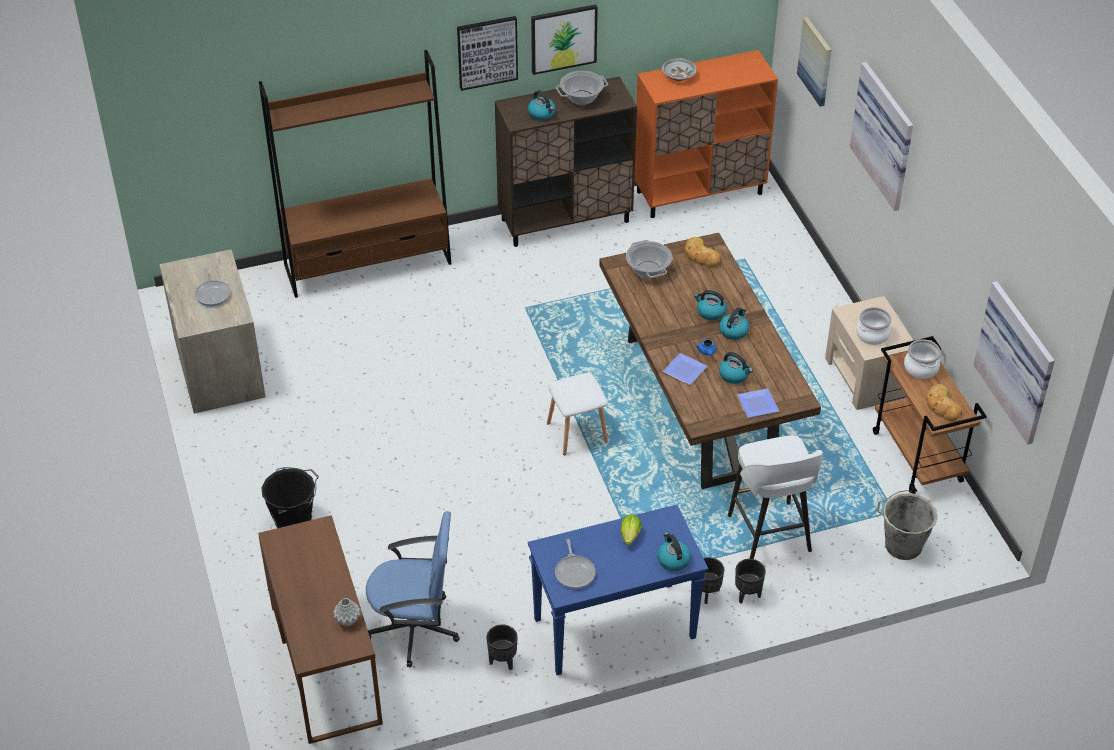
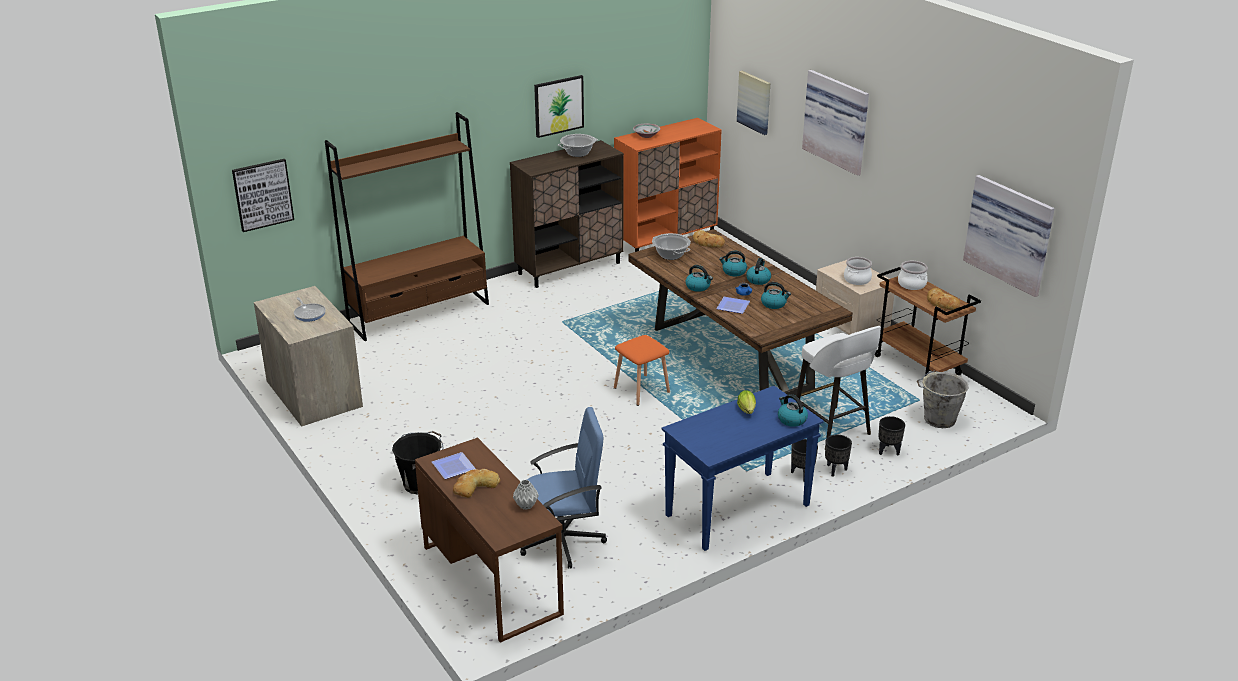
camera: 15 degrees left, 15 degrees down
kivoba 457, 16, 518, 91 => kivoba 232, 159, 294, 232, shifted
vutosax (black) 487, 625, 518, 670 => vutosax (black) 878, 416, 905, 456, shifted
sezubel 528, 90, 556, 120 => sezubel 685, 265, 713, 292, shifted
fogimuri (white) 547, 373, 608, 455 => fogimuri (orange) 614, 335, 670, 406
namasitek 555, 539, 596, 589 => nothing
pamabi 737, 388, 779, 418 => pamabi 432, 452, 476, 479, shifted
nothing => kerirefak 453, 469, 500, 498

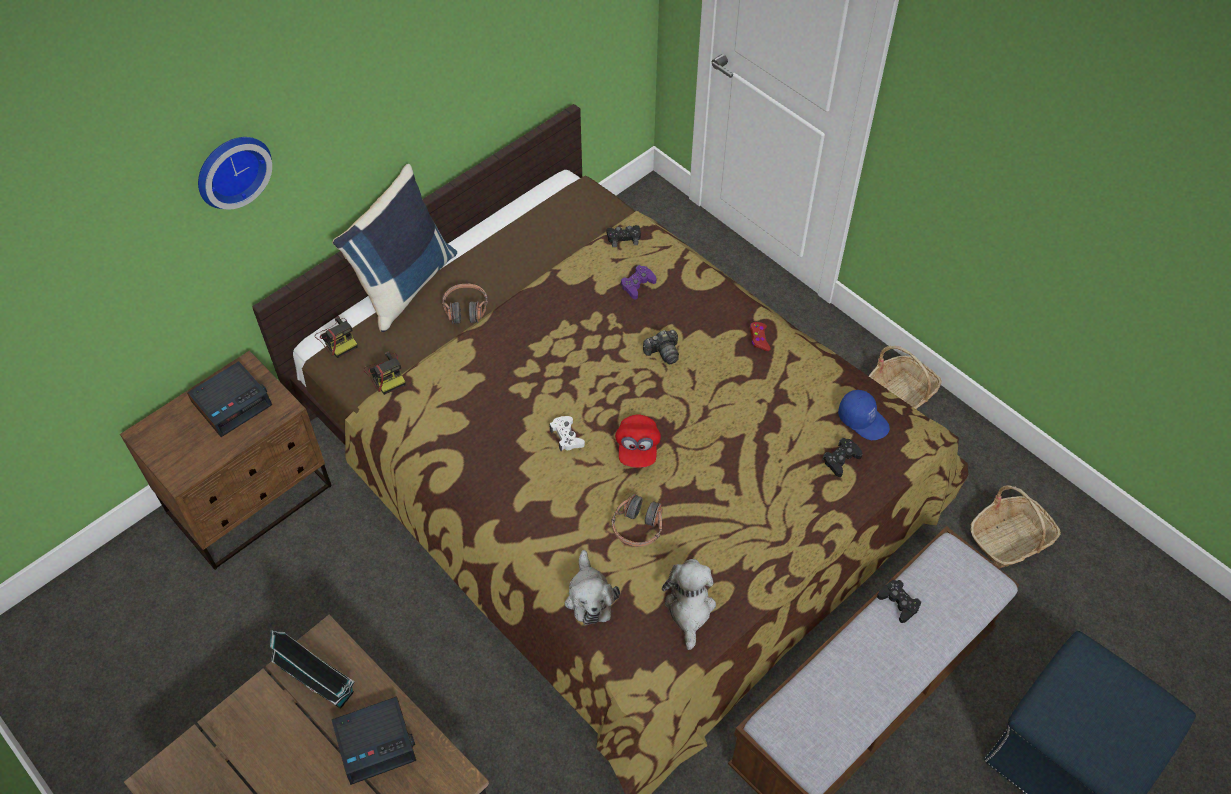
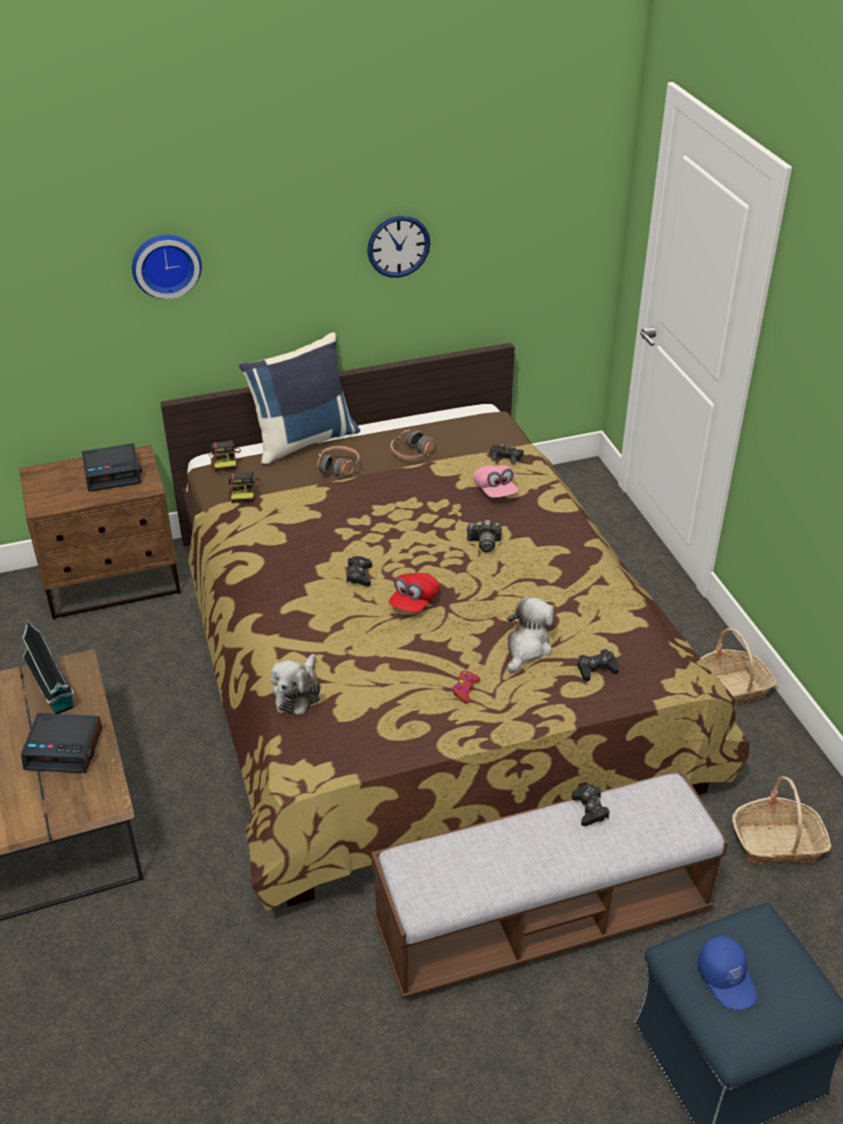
camera: 25 degrees right, 15 degrees down
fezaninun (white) 550, 416, 585, 451 => fezaninun (black) 346, 556, 372, 586
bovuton 612, 494, 663, 547 => bovuton 391, 428, 435, 460, shifted
fezaninun (purple) 621, 265, 656, 299 => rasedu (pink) 473, 466, 518, 498
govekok 662, 559, 716, 650 => govekok 507, 597, 554, 673, shifted
fezaninun (red) 750, 322, 771, 351 => fezaninun (red) 452, 670, 481, 704, shifted
rasedu (blue) 838, 390, 890, 440 => rasedu (blue) 698, 936, 757, 1010, shifted
nothing => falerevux 367, 216, 430, 278

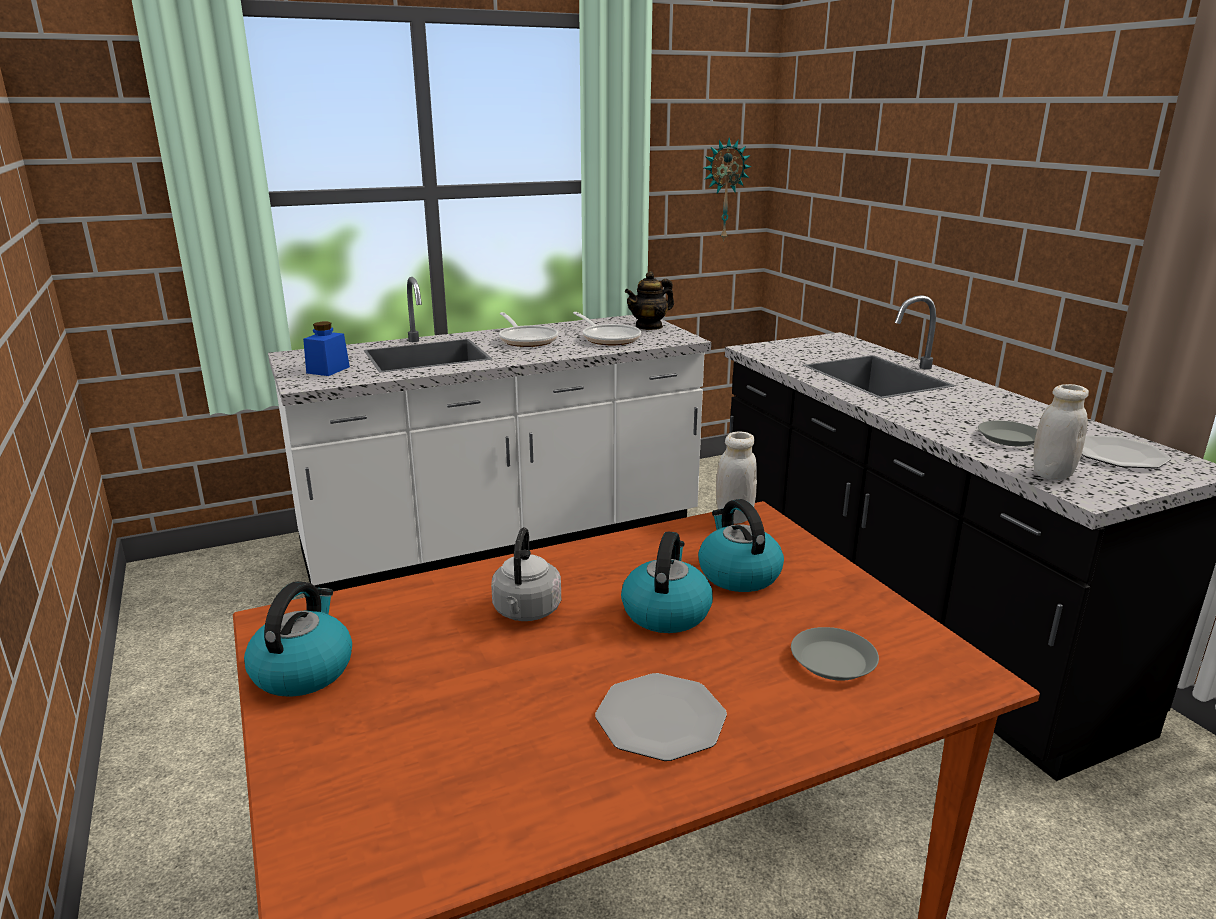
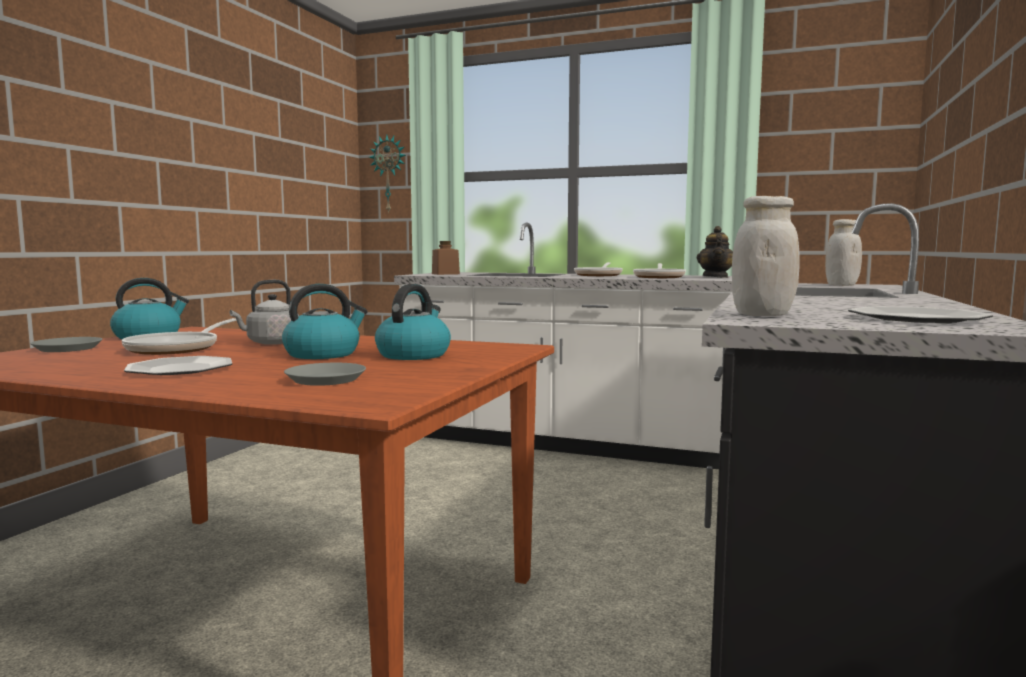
camera: 45 degrees right, 15 degrees down
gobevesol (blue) 303, 322, 350, 376 => gobevesol (brown) 432, 241, 460, 275
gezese 625, 271, 674, 330 => gezese 697, 226, 733, 278, 90 degrees counterclockwise
falerevux 704, 137, 751, 242 => falerevux 369, 135, 406, 213, shifted
gobevesol (white) 716, 431, 757, 524 => gobevesol (white) 825, 219, 862, 286, shifted
pamabi (grey) 978, 421, 1037, 446 => pamabi (grey) 30, 337, 102, 352, shifted
nothing => namasitek 122, 318, 236, 355

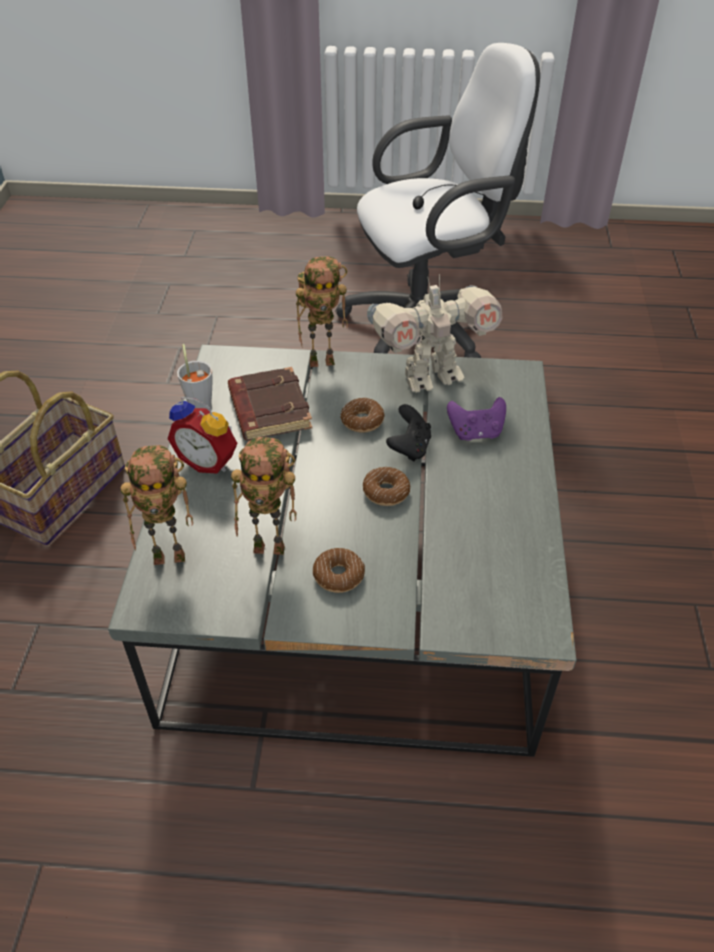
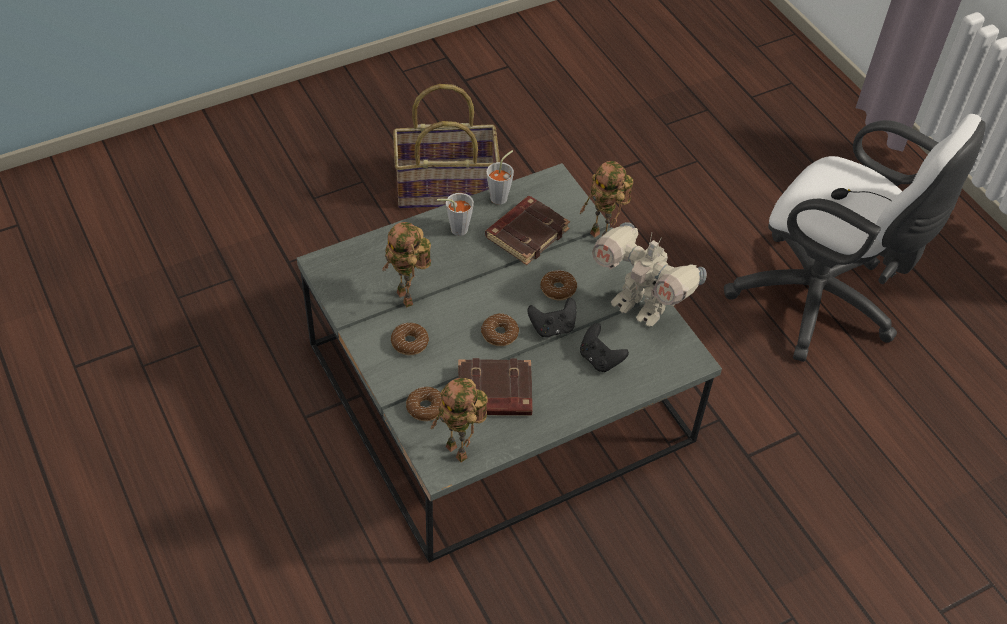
camera: 55 degrees right, 5 degrees up
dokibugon 121, 445, 193, 565 => dokibugon 430, 378, 488, 462, shifted
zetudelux 167, 397, 238, 473 => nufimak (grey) 437, 193, 474, 236
fezaninun (purple) 447, 397, 506, 441 => fezaninun (black) 580, 323, 629, 372
nothing => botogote 406, 387, 442, 421
nothing => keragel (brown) 458, 358, 532, 416

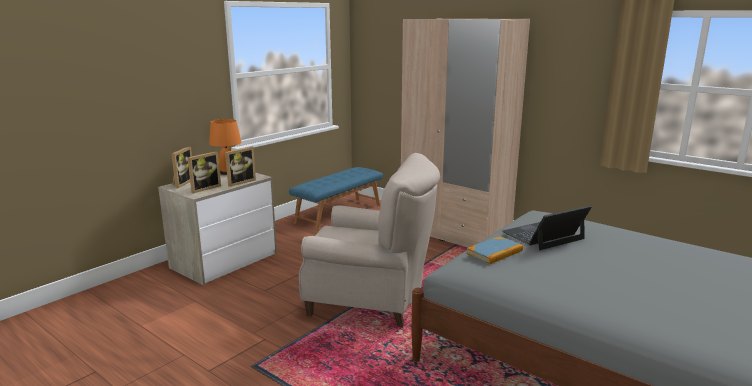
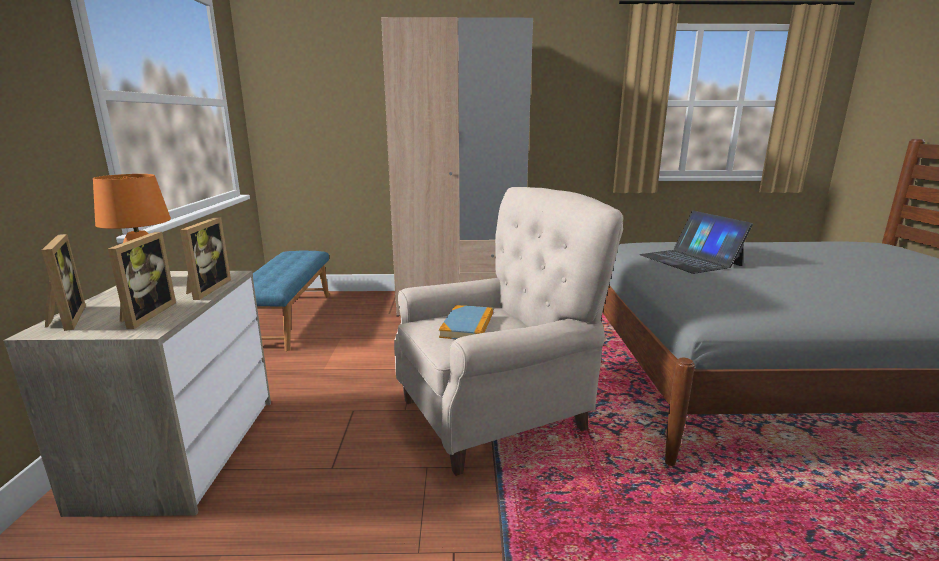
camera: 40 degrees left, 0 degrees up
keragel 466, 236, 523, 264 => keragel 439, 305, 493, 339, shifted
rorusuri 502, 205, 592, 250 => rorusuri 639, 211, 753, 274, 45 degrees counterclockwise

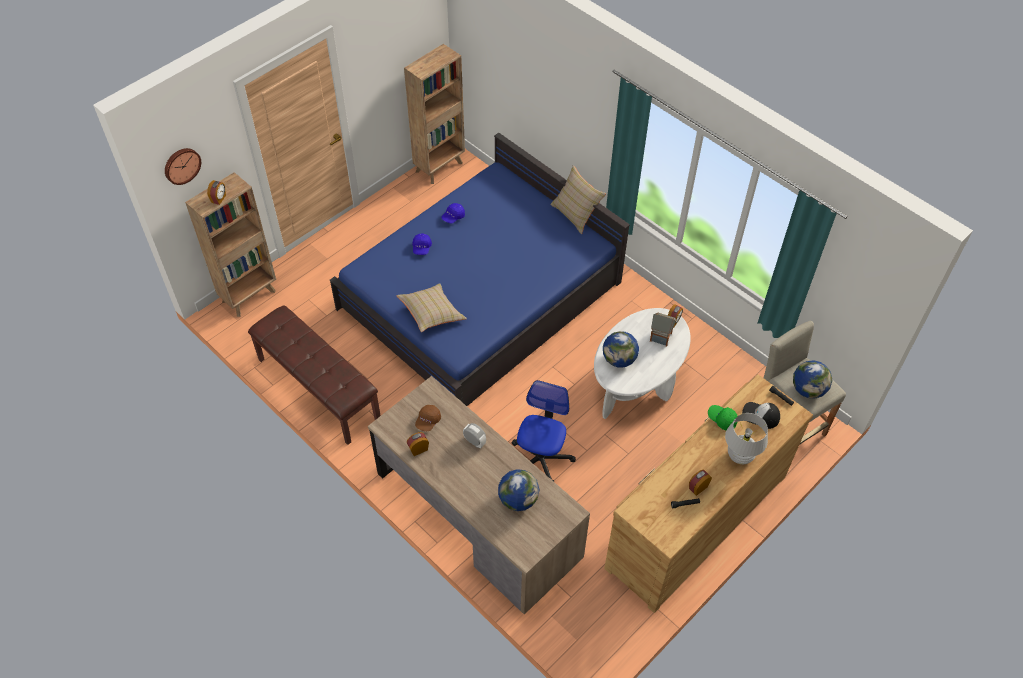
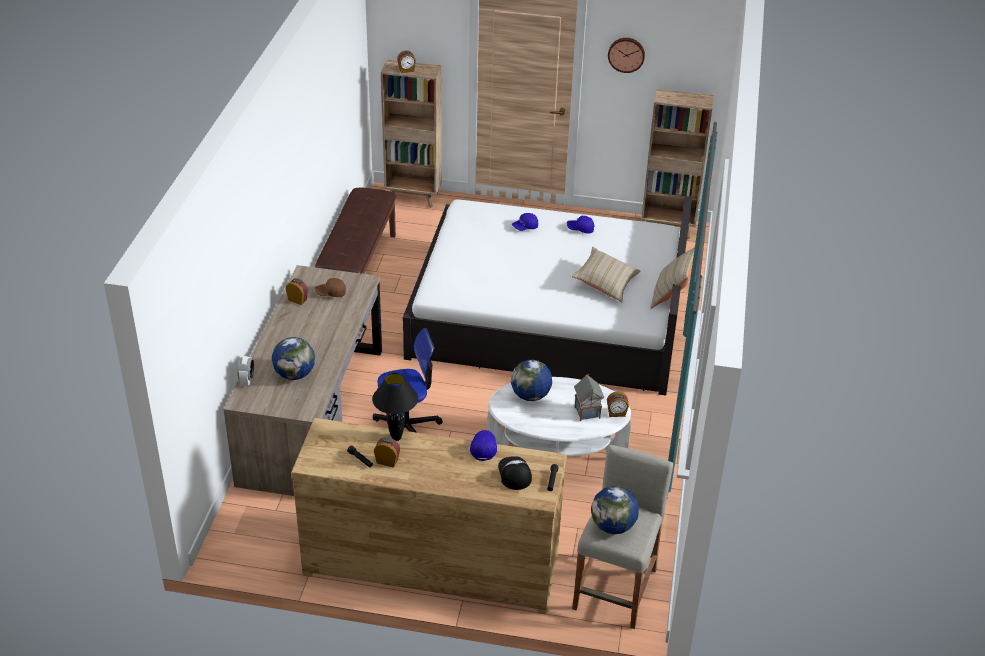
camera: 55 degrees right, 15 degrees down
falerevux 165, 148, 201, 185 => falerevux 608, 38, 645, 73, shifted
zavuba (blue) 330, 133, 630, 406 => zavuba (white) 403, 196, 692, 396
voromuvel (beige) 396, 283, 467, 332 => voromuvel (beige) 572, 247, 640, 302, shifted
zetudelux 463, 423, 486, 449 => zetudelux 237, 356, 254, 386, shifted
rasedu (green) 708, 405, 737, 430 => rasedu (blue) 470, 430, 497, 461
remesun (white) 725, 413, 768, 464 => nothing
nothing => remesun (black) 372, 373, 418, 441

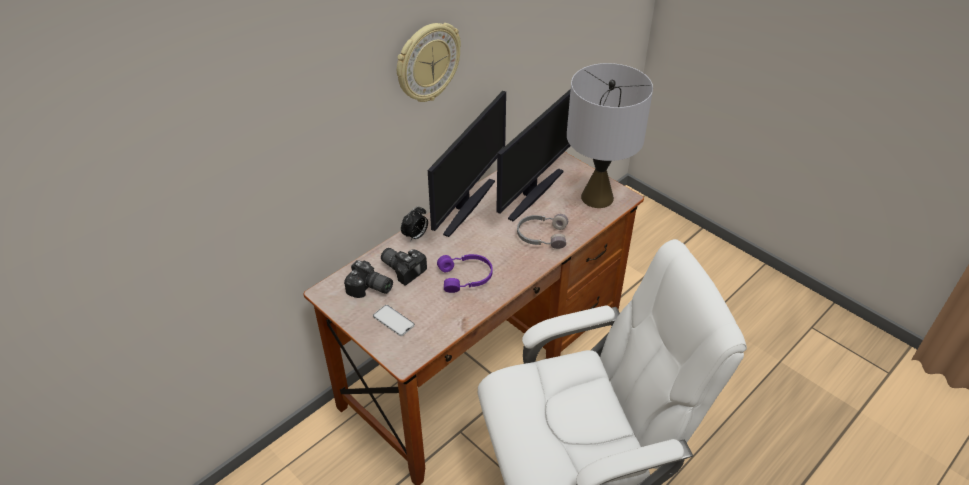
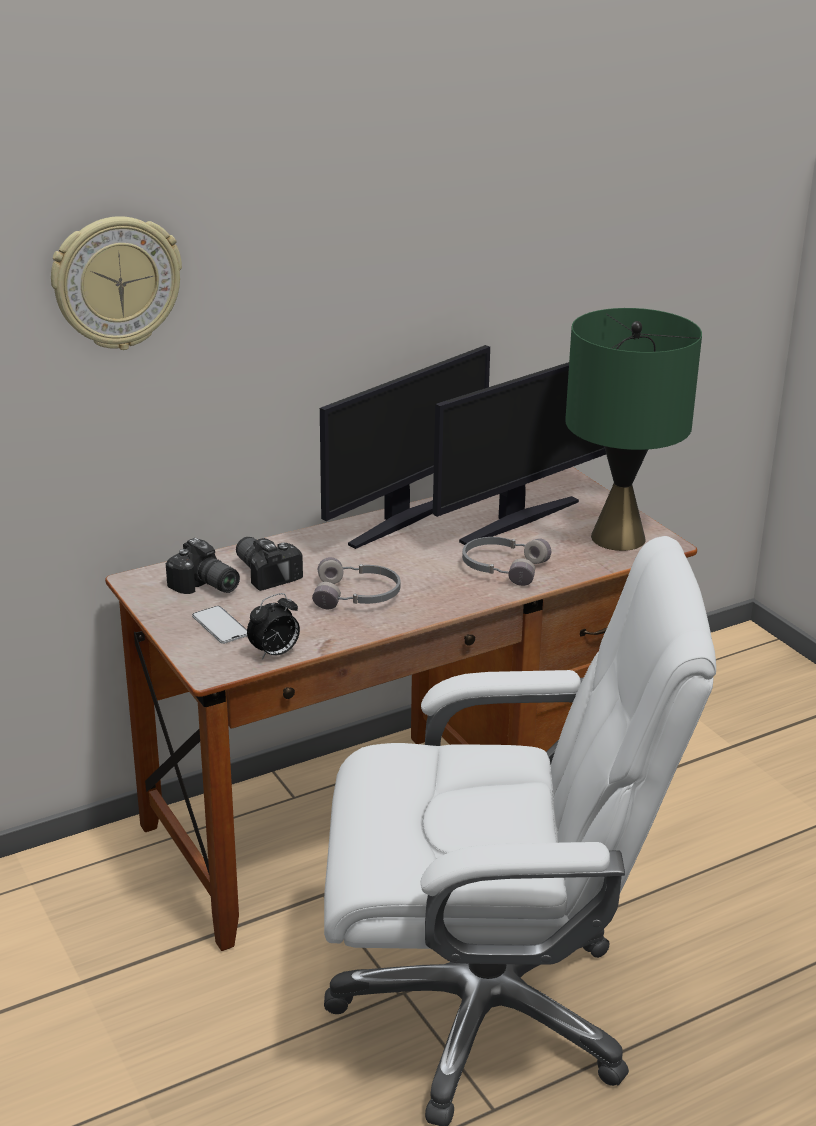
camera: 15 degrees right, 15 degrees down
falerevux 397, 23, 461, 102 => falerevux 51, 216, 182, 350, shifted
zetudelux 401, 206, 428, 242 => zetudelux 247, 593, 300, 660, shifted
bovuton (purple) 437, 254, 493, 293 => bovuton (grey) 312, 557, 400, 609
remesun (grey) 567, 63, 653, 208 => remesun (green) 565, 308, 702, 551

